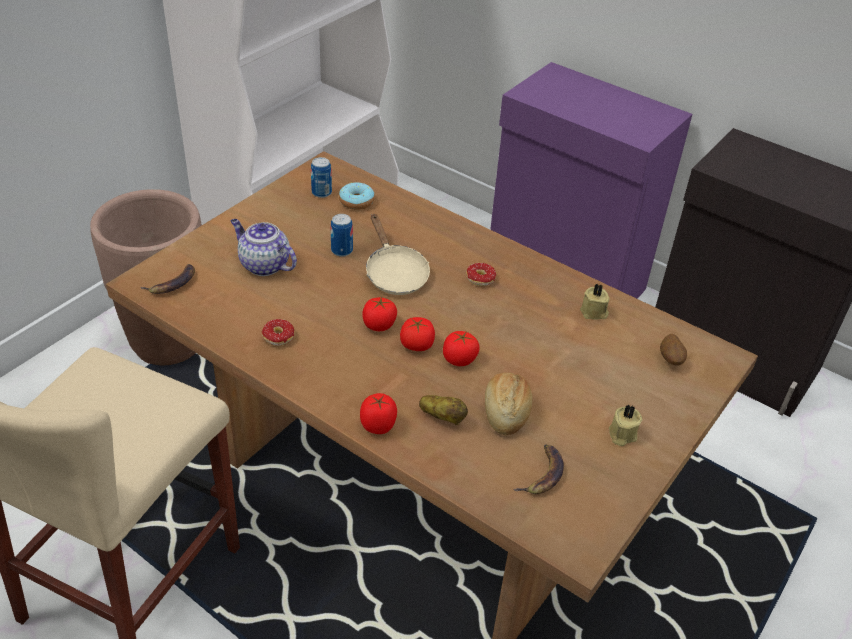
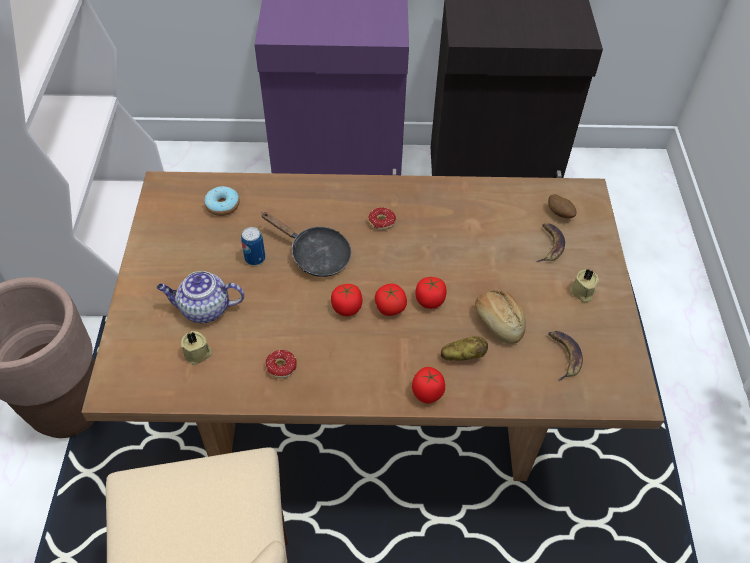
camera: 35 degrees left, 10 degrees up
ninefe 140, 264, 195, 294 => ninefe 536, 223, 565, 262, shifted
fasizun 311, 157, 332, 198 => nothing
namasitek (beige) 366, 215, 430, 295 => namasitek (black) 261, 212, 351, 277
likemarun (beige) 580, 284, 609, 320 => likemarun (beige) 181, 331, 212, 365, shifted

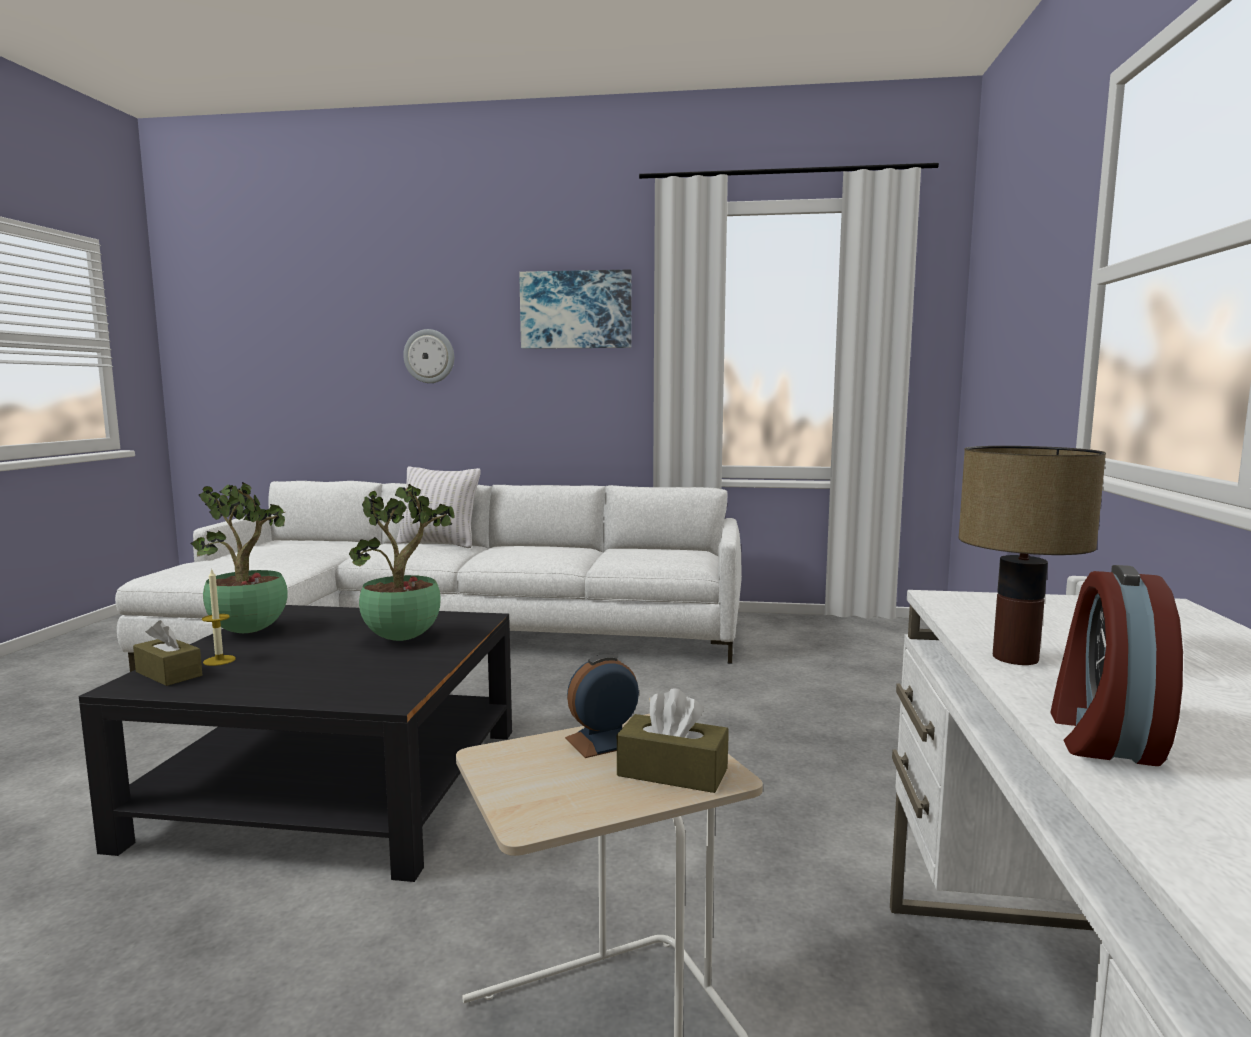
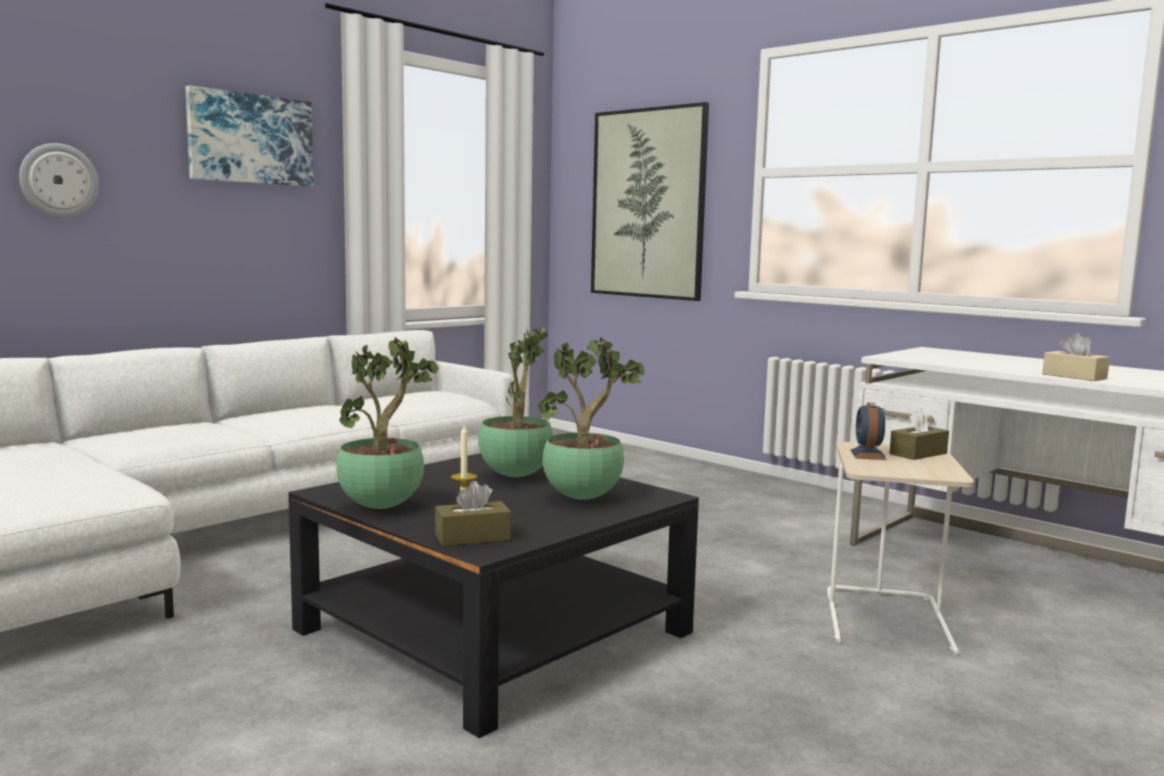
camera: 55 degrees left, 0 degrees up
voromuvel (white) 396, 466, 481, 548 => nothing
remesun 958, 446, 1106, 665 => nothing
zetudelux 1050, 565, 1183, 766 => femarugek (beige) 1042, 333, 1110, 381
nothing => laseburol 538, 338, 644, 500
nothing => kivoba 591, 102, 709, 301

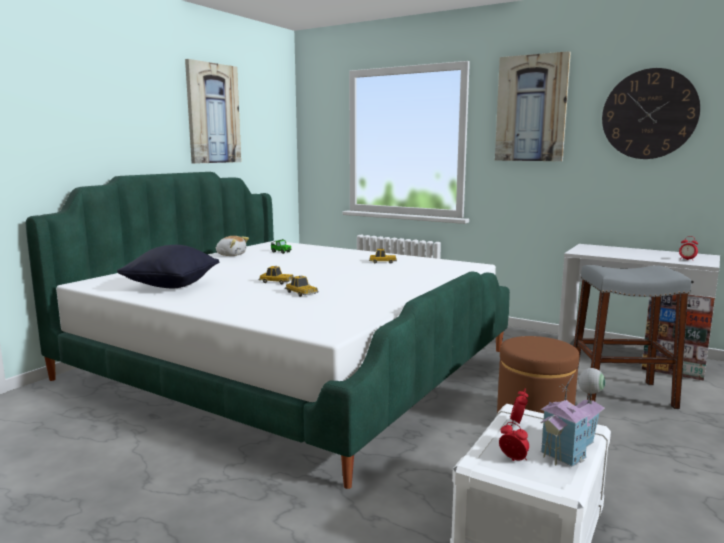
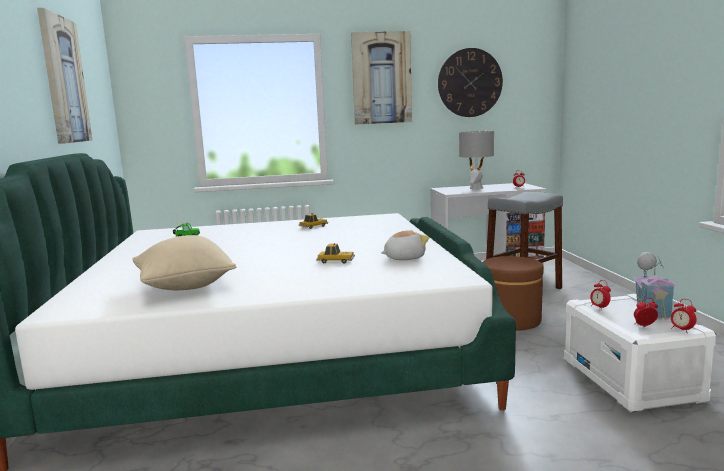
camera: 40 degrees left, 0 degrees up
voromuvel (black) 117, 245, 219, 288 => voromuvel (beige) 132, 235, 236, 290
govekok 216, 236, 249, 256 => govekok 381, 230, 429, 260, shifted
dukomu 259, 266, 293, 284 => nothing
nothing => remesun (grey) 459, 131, 494, 189
nothing => zetudelux 671, 299, 697, 332

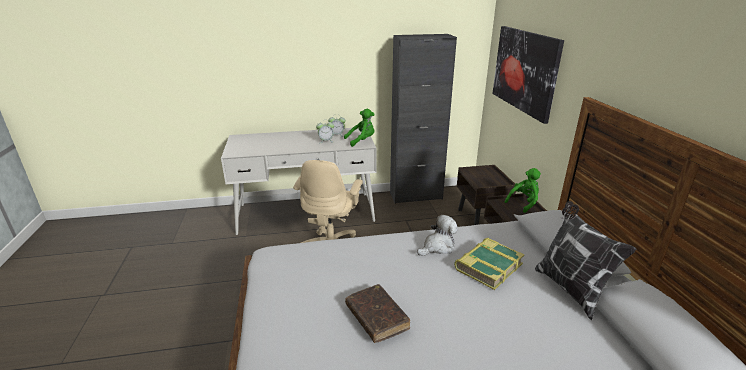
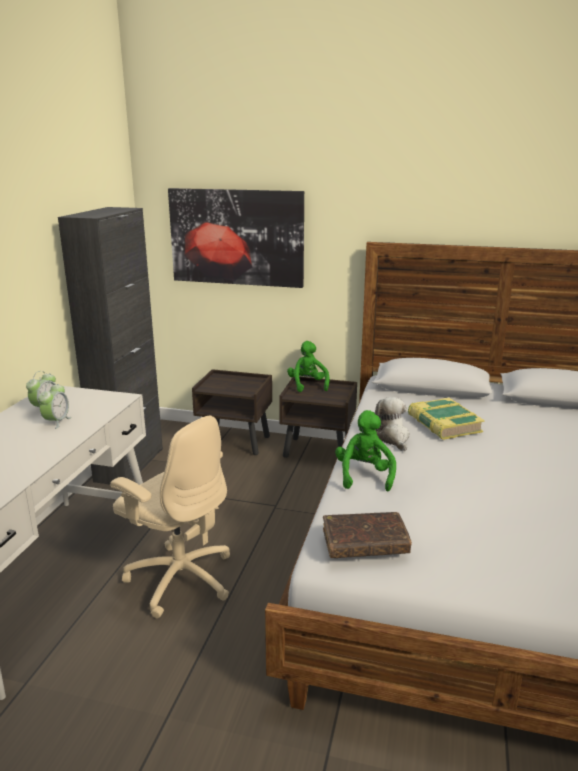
camera: 65 degrees left, 5 degrees down
govekok (green) 344, 109, 375, 147 => govekok (green) 335, 410, 396, 492, shifted
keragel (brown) 345, 284, 410, 343 => keragel (brown) 323, 512, 412, 558, shifted
voromuvel 535, 201, 636, 320 => nothing

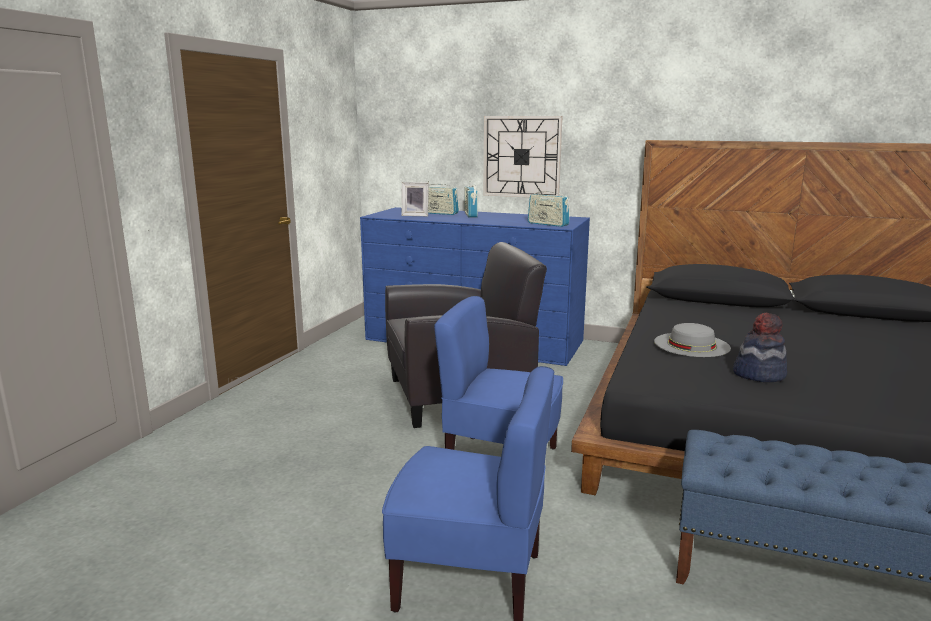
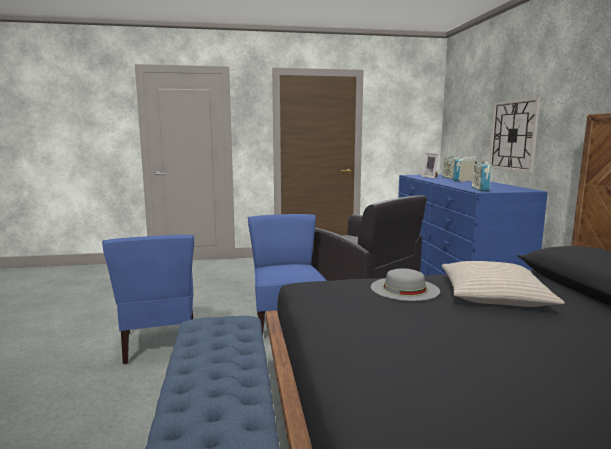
camera: 60 degrees right, 5 degrees down
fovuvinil 733, 313, 787, 382 => nothing
nothing => voromuvel (beige) 442, 261, 565, 307

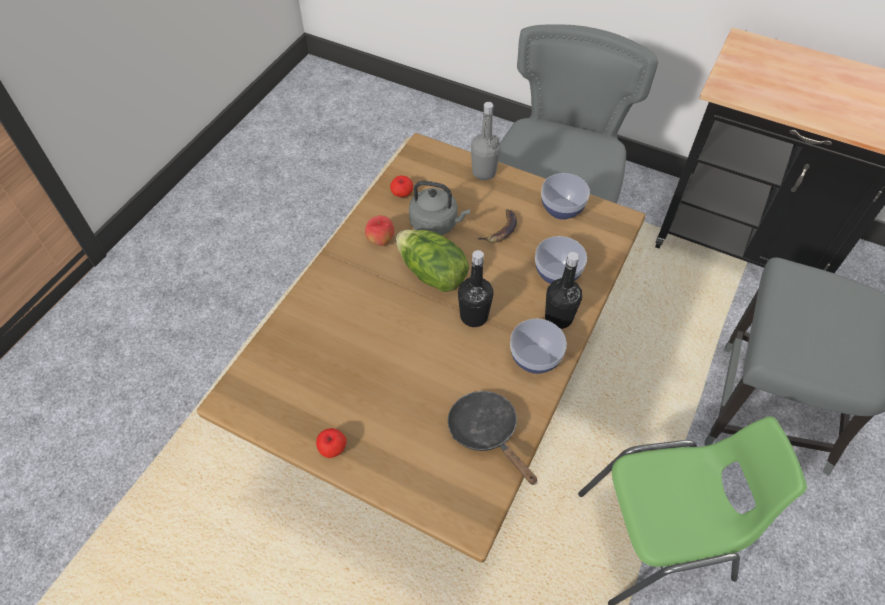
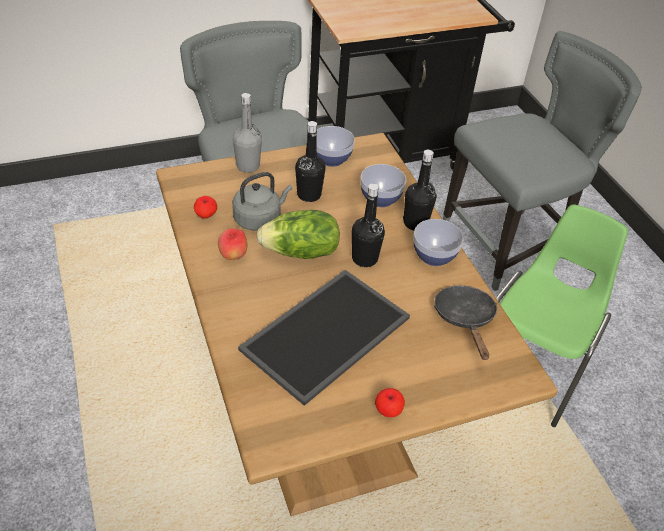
camera: 50 degrees left, 10 degrees down
namasitek (black) 448, 391, 538, 485 => namasitek (black) 434, 285, 497, 360, 75 degrees clockwise
ninefe 477, 209, 517, 243 => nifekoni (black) 295, 121, 326, 202
nothing => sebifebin 238, 270, 410, 406

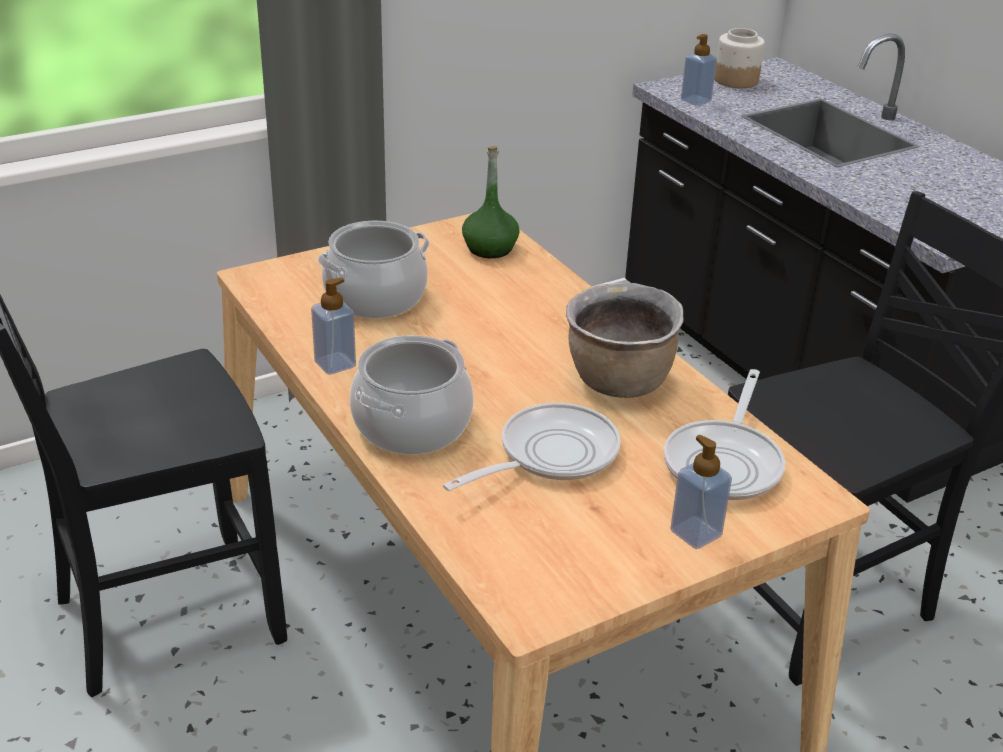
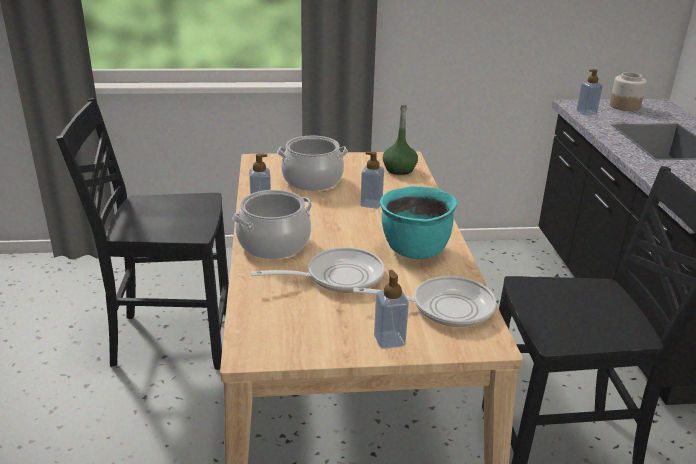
camera: 25 degrees right, 5 degrees down
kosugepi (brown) 566, 283, 684, 398 => kosugepi (turquoise) 380, 186, 457, 259
namasitek 664, 369, 785, 500 => namasitek 353, 276, 496, 327, 135 degrees counterclockwise
nothing => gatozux 360, 152, 384, 209

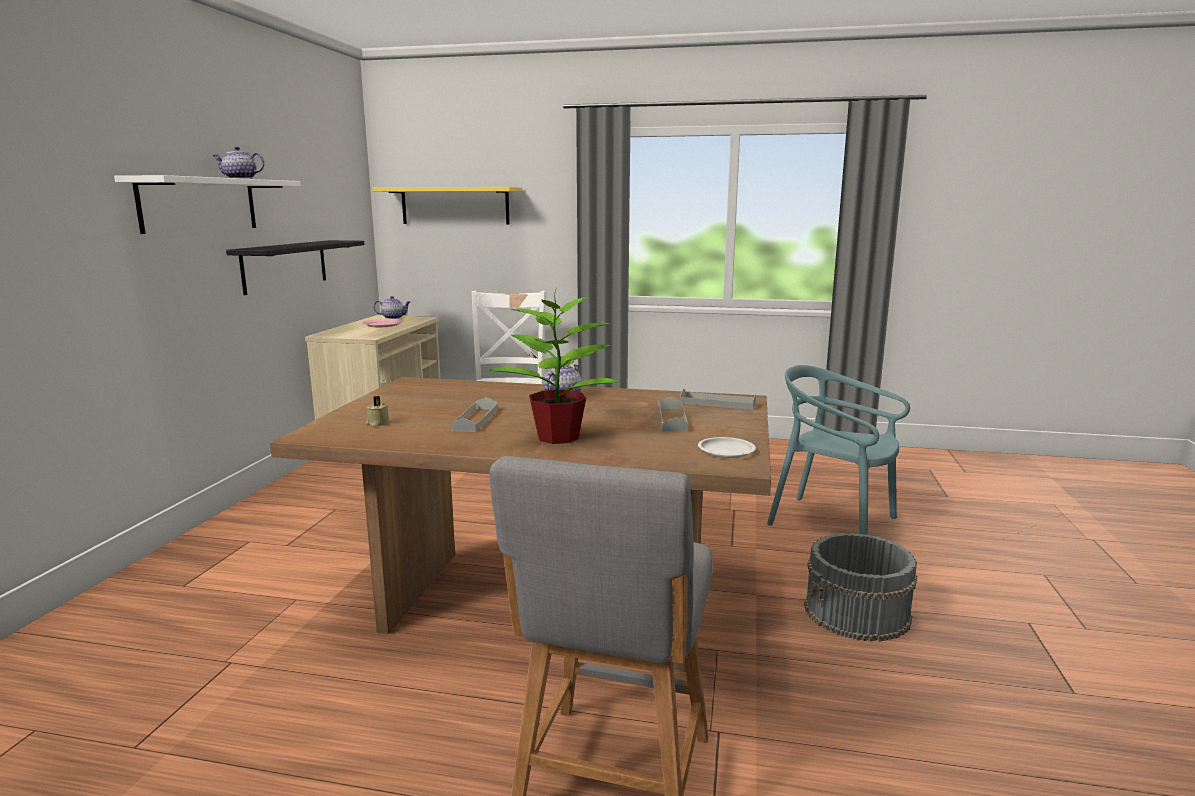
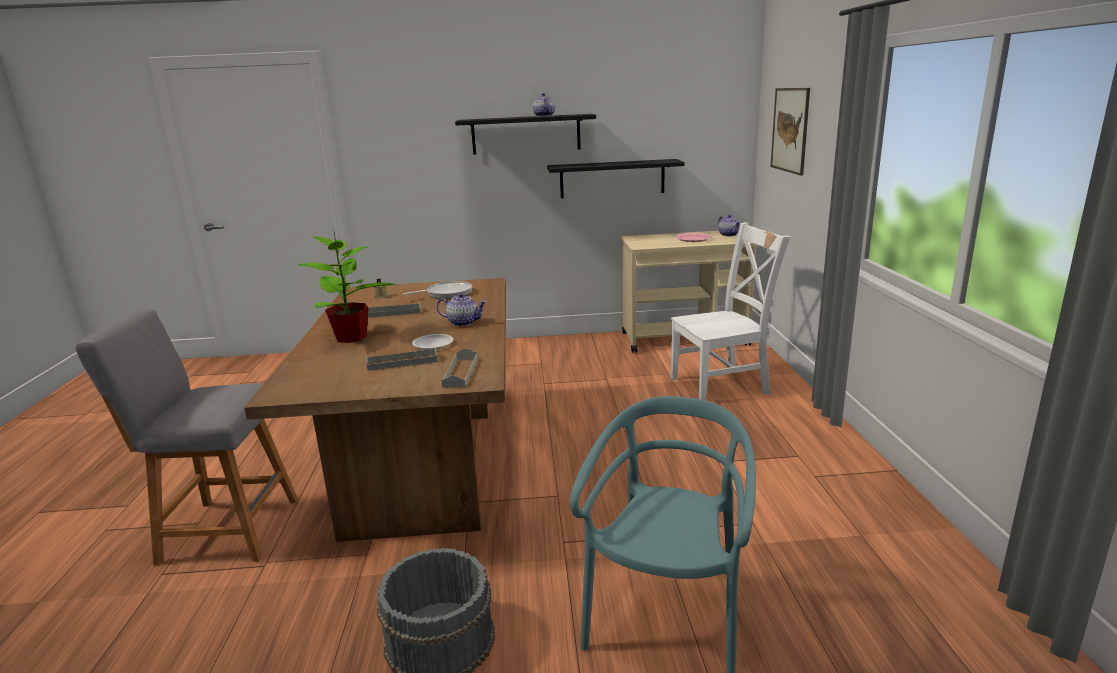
camera: 75 degrees right, 5 degrees up
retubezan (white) 114, 175, 301, 234 => retubezan (black) 455, 114, 596, 155
retubezan (yellow) 372, 187, 521, 225 => kivoba 771, 88, 810, 175
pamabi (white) 698, 437, 756, 458 => pamabi (white) 412, 334, 454, 350, shifted
nothing => namasitek 403, 281, 473, 299

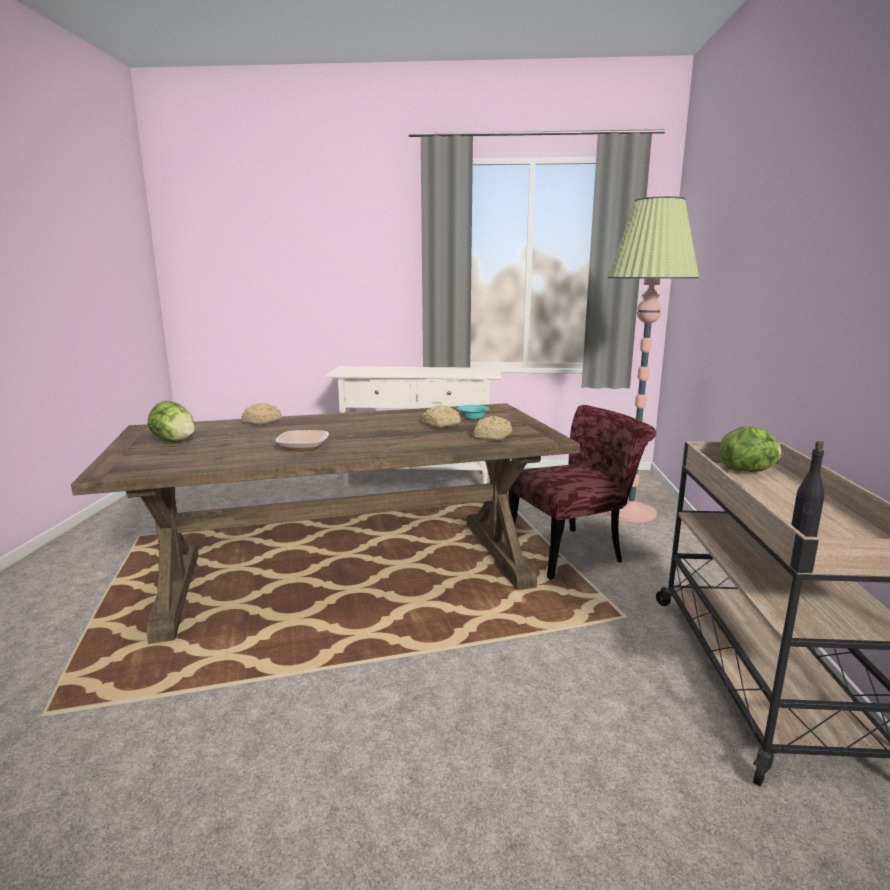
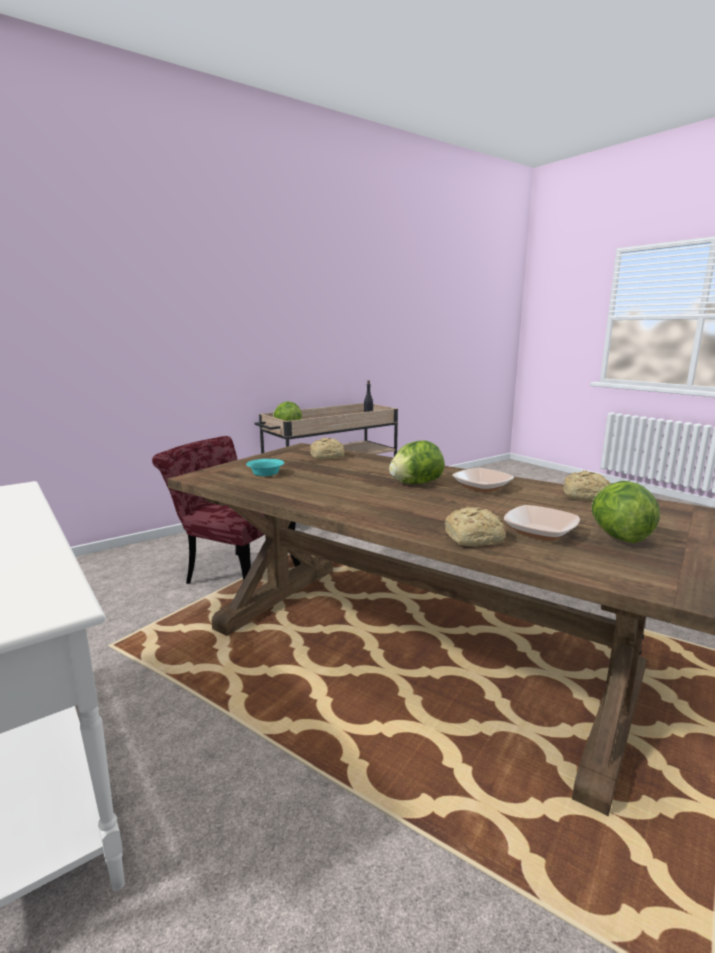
camera: 130 degrees left, 0 degrees up
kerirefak 422, 405, 461, 428 => kerirefak 563, 471, 610, 501, shifted
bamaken 606, 196, 699, 522 => nothing
nothing => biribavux 389, 440, 445, 484
nothing => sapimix 504, 505, 580, 541

